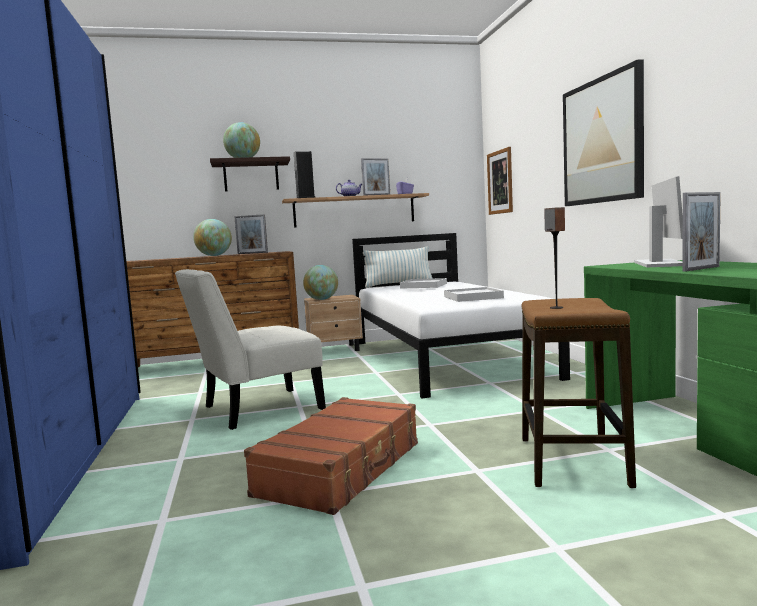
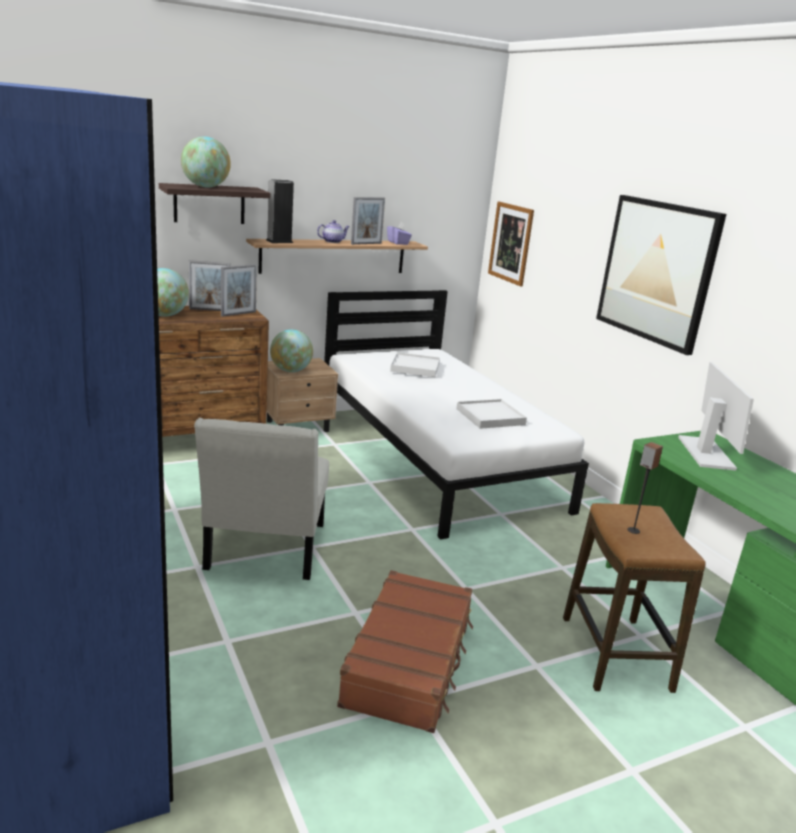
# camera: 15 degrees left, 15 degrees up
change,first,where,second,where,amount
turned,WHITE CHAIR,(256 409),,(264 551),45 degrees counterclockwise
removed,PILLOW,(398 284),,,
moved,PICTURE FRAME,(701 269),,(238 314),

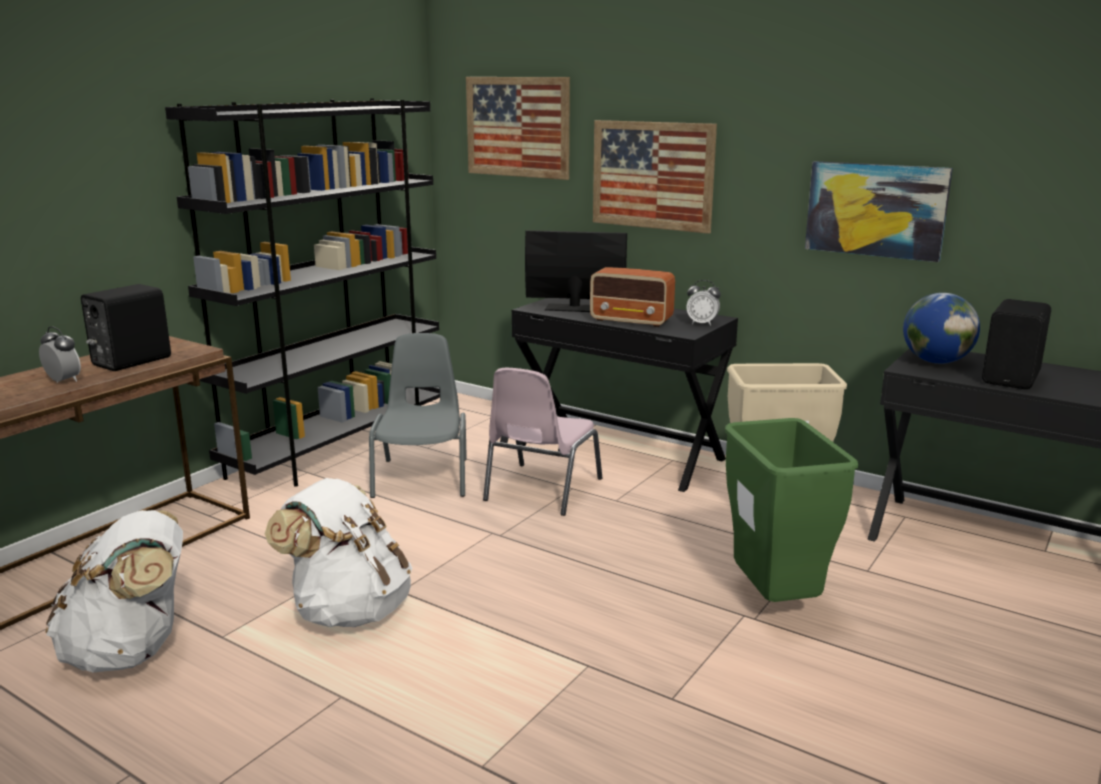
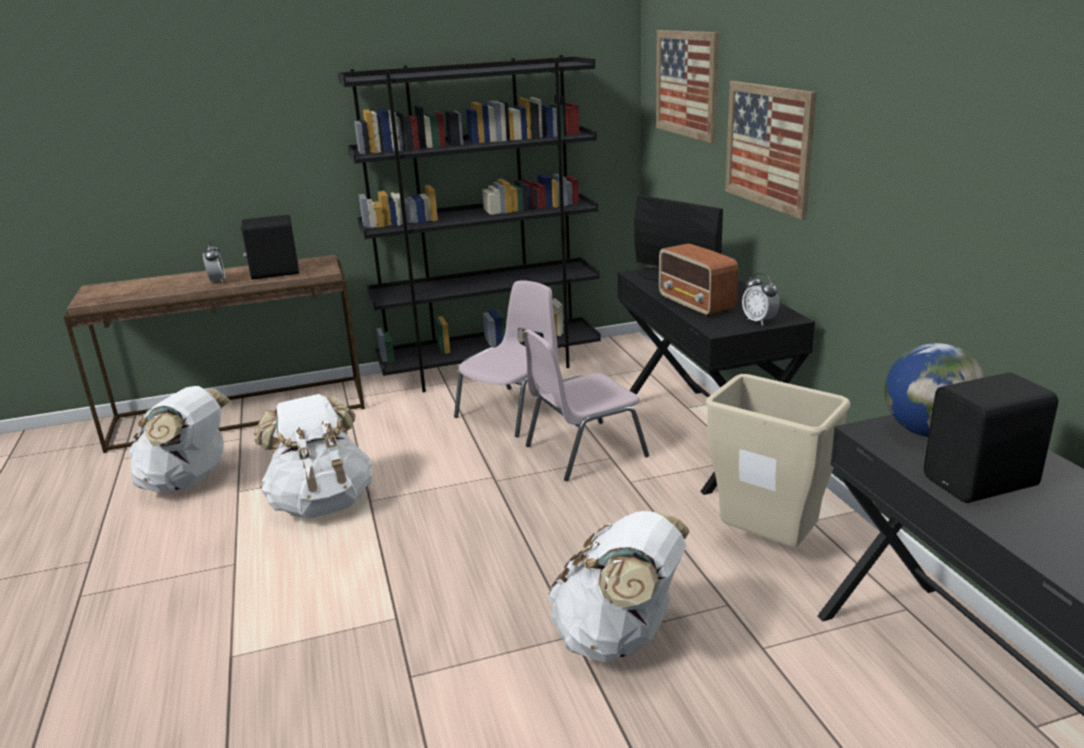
# camera: 40 degrees right, 5 degrees up
change,first,where,second,where,amount
recoloured,GREY CHAIR,(423 477),PINK CHAIR,(513 410),
replaced,GREEN TRASH CAN,(775 603),WHITE BACKPACK,(618 637),
removed,PICTURE,(876 210),,,

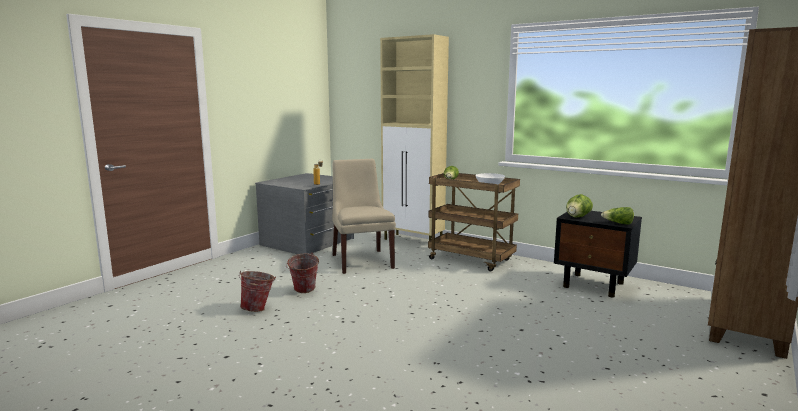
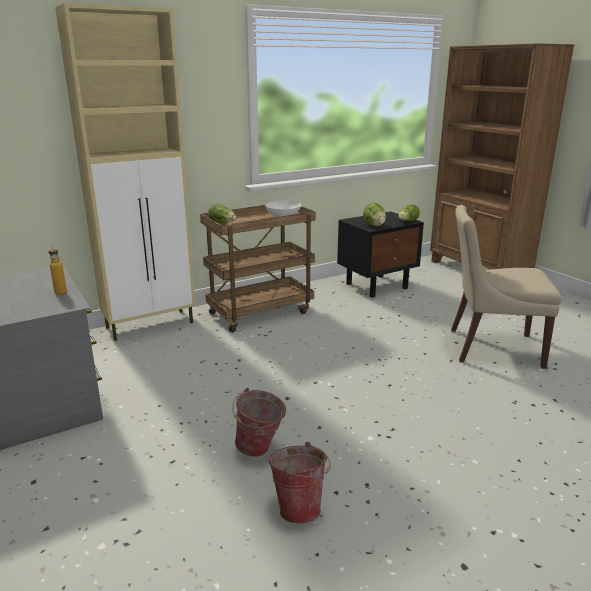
# camera: 65 degrees left, 10 degrees up
change,first,where,second,where,amount
moved,BEIGE CHAIR,(361 260),,(491 347),

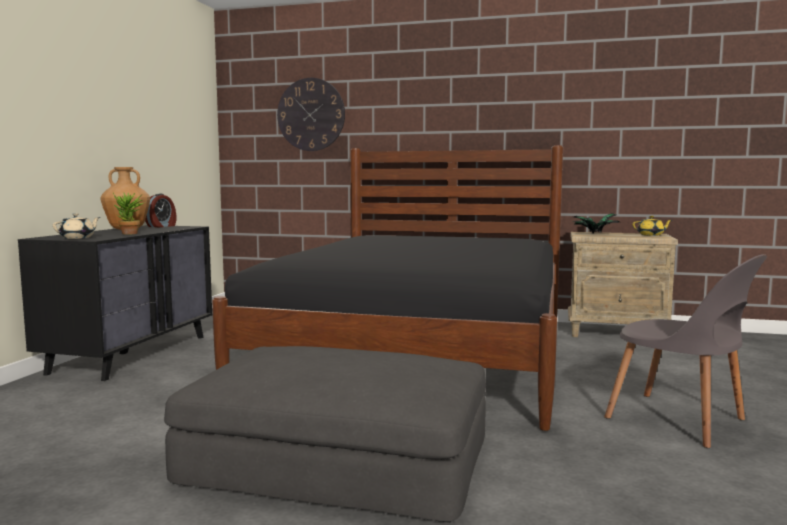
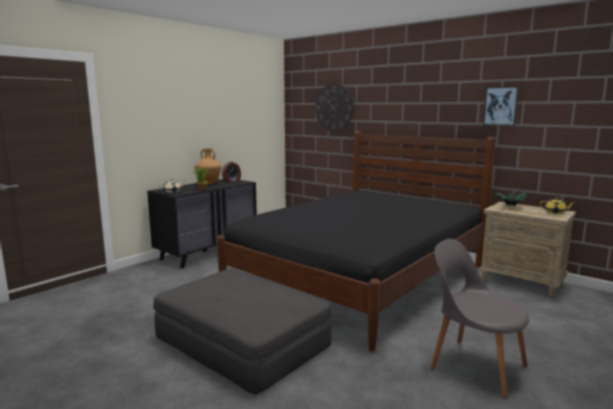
# camera: 25 degrees right, 5 degrees up
change,first,where,second,where,amount
turned,GREY CHAIR,(680 421),,(474 365),150 degrees clockwise
added,,,PICTURE,(501 106),

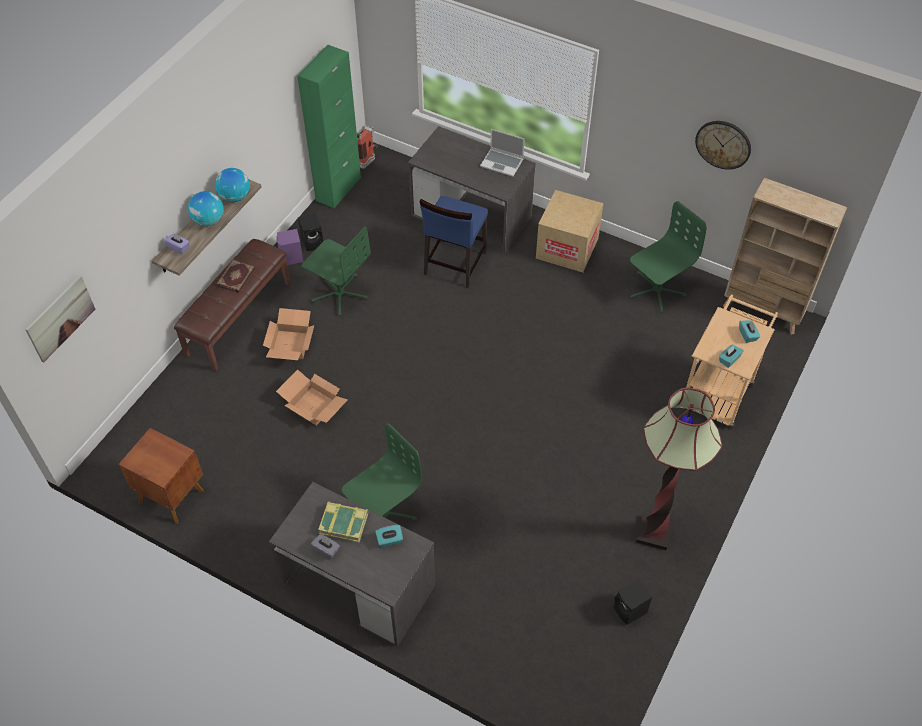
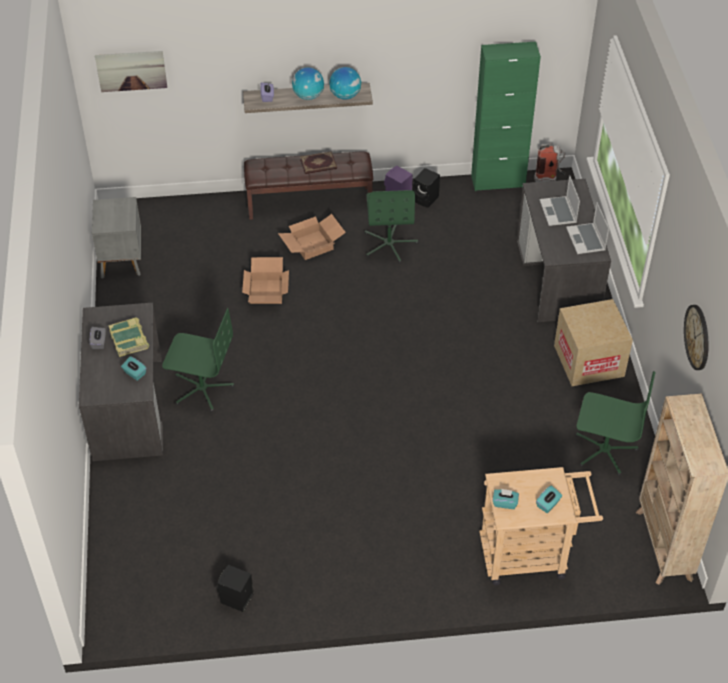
# camera: 55 degrees right, 5 degrees down
change,first,where,second,where,amount
recoloured,BROWN NIGHTSTAND,(171 495),GREY NIGHTSTAND,(122 261),
removed,BLUE CHAIR,(454 264),,,
removed,FLOOR LAMP,(654 533),,,
added,,,LAPTOP,(558 212),

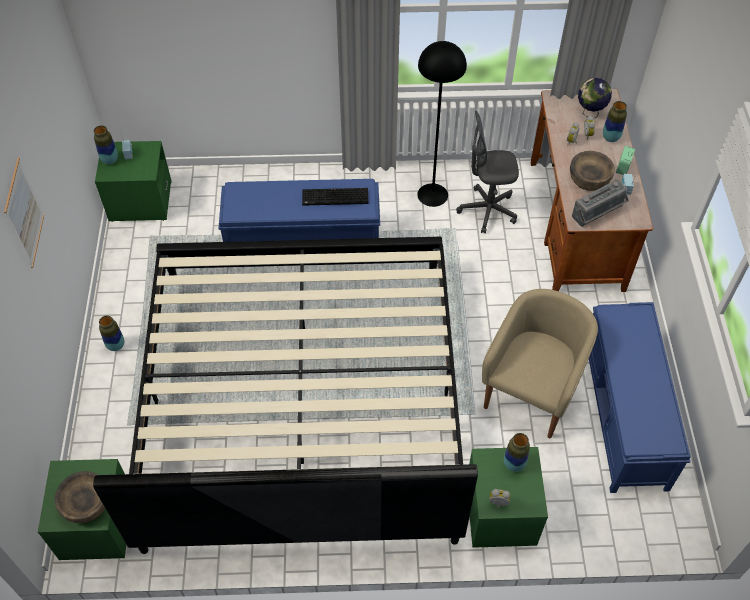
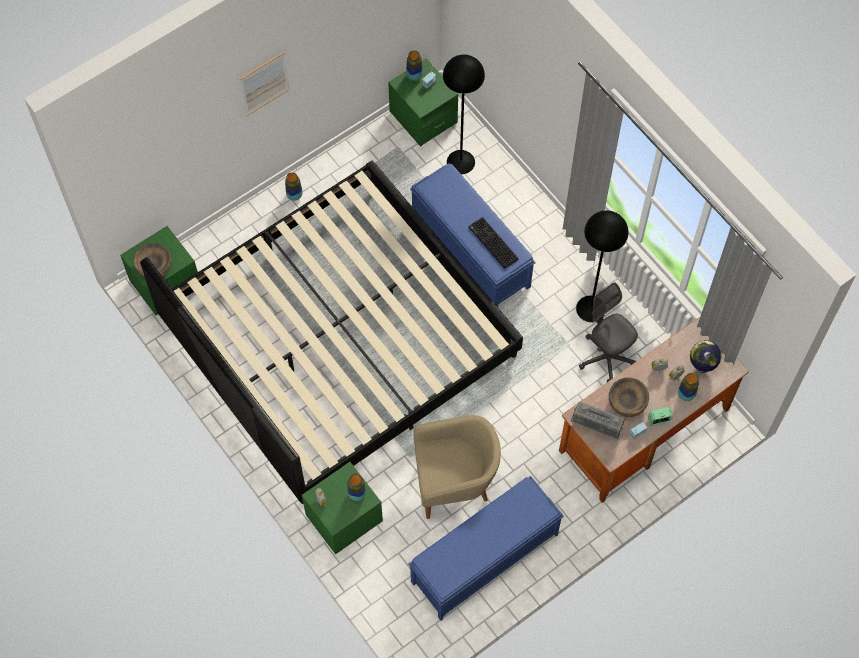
# camera: 55 degrees right, 10 degrees up
change,first,where,second,where,amount
added,,,BLACK FLOOR LAMP,(461 161),

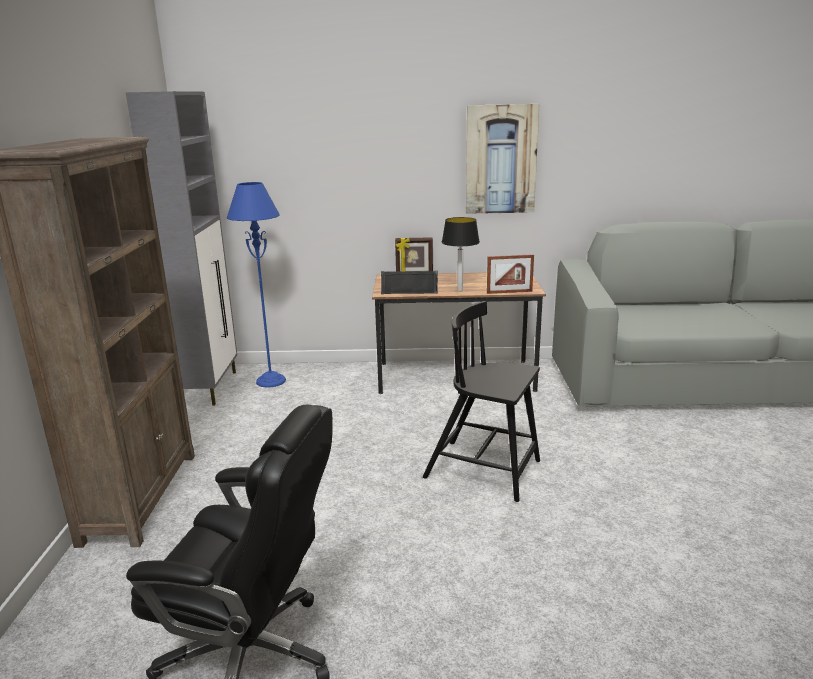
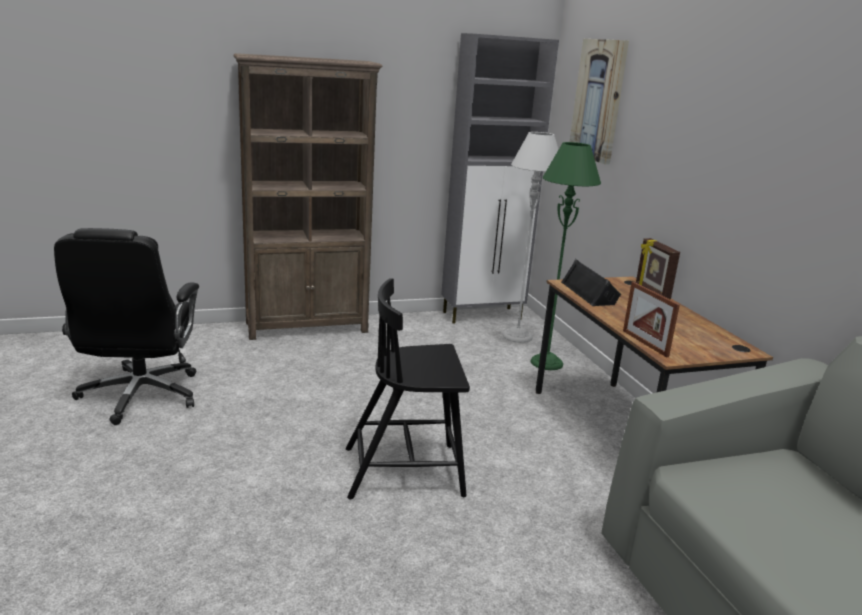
# camera: 70 degrees right, 0 degrees up
change,first,where,second,where,amount
recoloured,BLUE FLOOR LAMP,(271 381),GREY FLOOR LAMP,(517 336),
turned,BLACK CHAIR,(484 470),,(406 471),105 degrees counterclockwise
removed,TABLE LAMP,(459 290),,,
moved,PICTURE,(501 159),,(598 100),
added,,,GREEN FLOOR LAMP,(546 363),

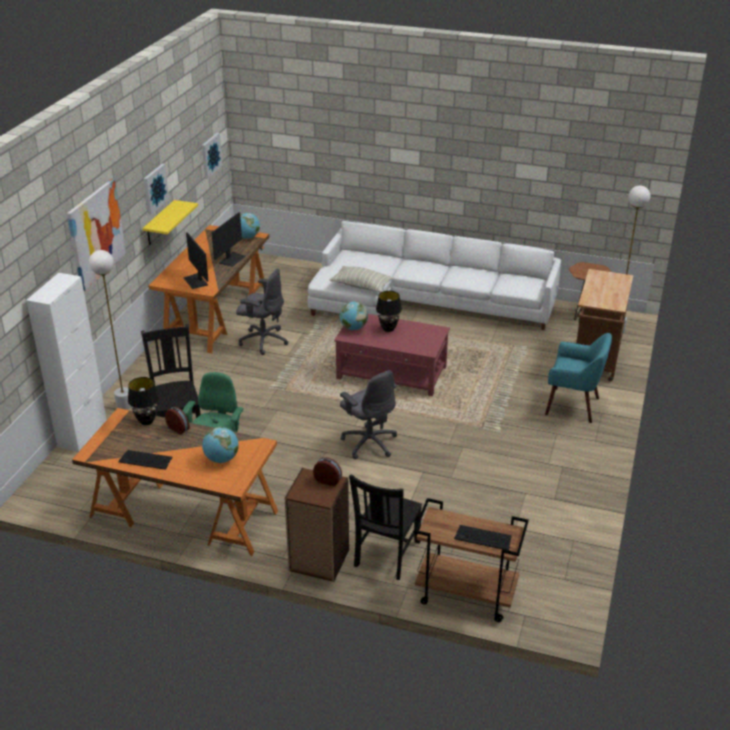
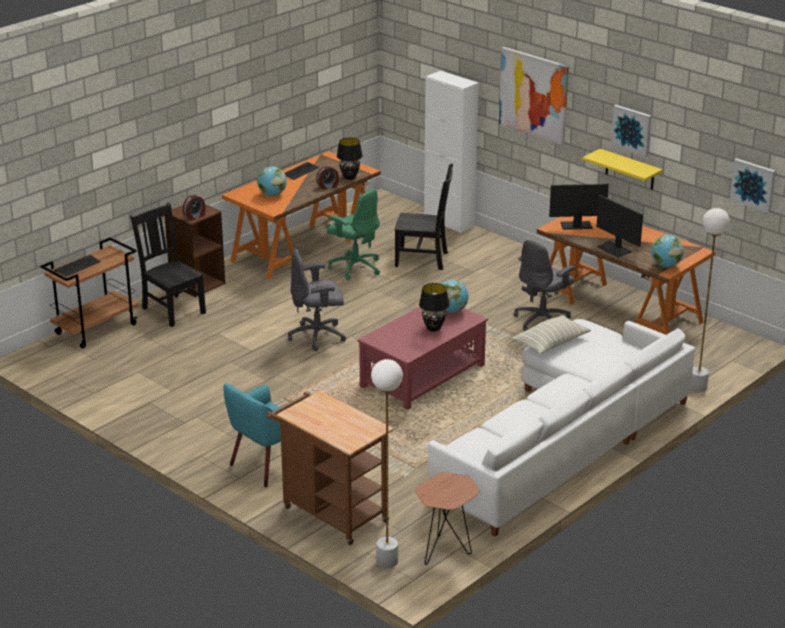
# camera: 115 degrees right, 5 degrees down
change,first,where,second,where,amount
moved,WHITE FLOOR LAMP,(124 405),,(697 387),

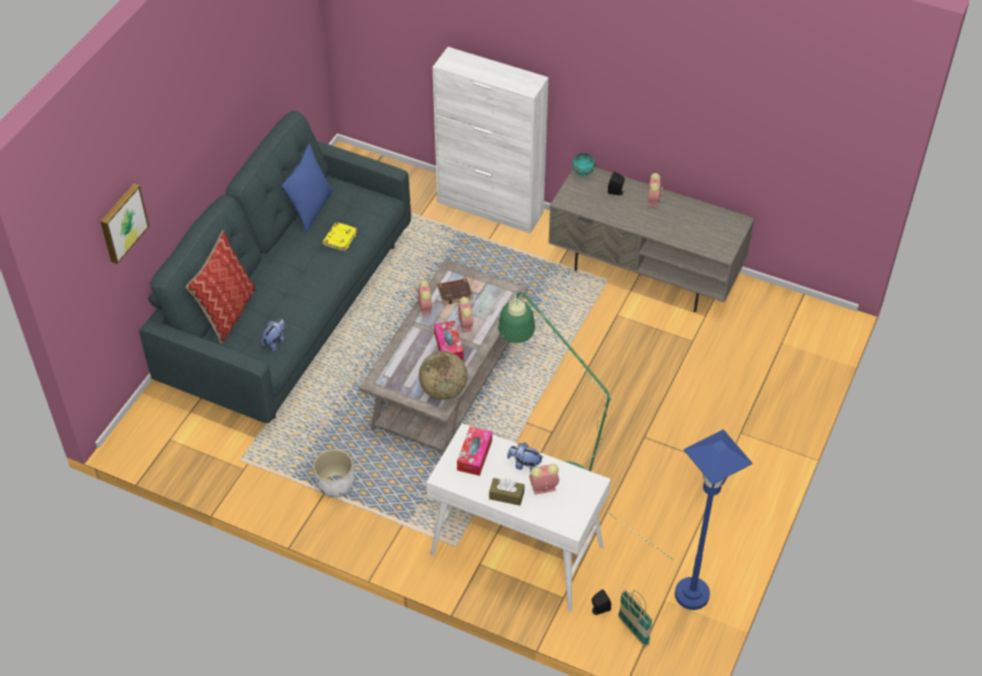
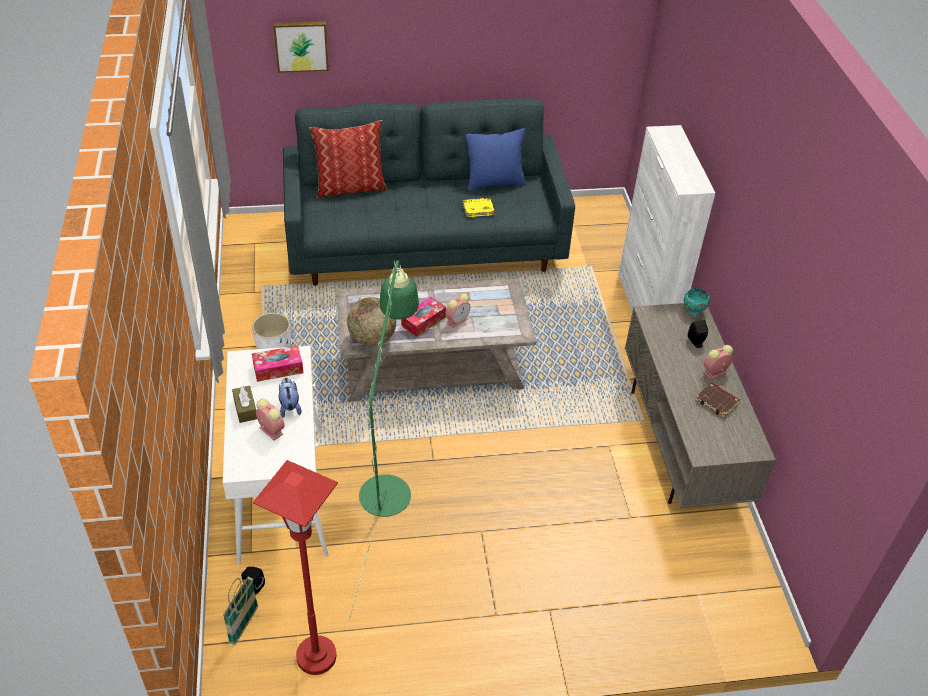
# camera: 55 degrees right, 5 degrees down
change,first,where,second,where,amount
removed,PLUSH TOY,(275 342),,,
removed,ALARM CLOCK,(425 306),,,
moved,BROWN BOOK,(455 293),,(717 402),
recoloured,BLUE FLOOR LAMP,(691 594),RED FLOOR LAMP,(316 656),

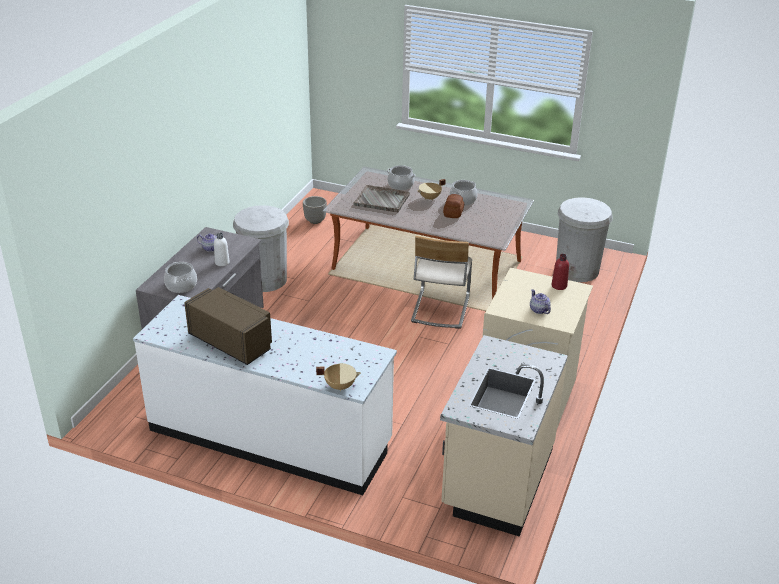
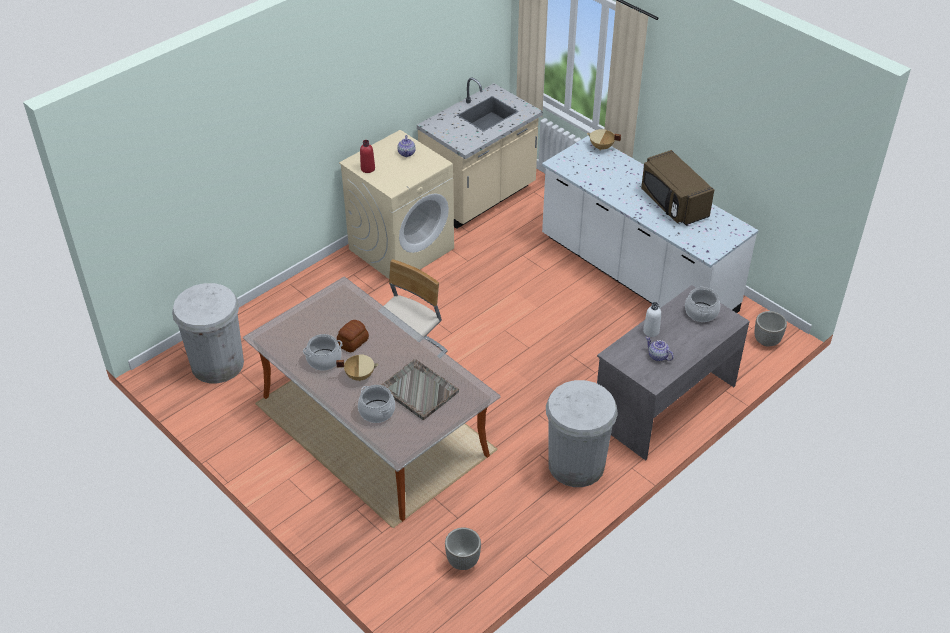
# camera: 155 degrees left, 10 degrees up
change,first,where,second,where,amount
added,,,PLANTER,(766 341),

